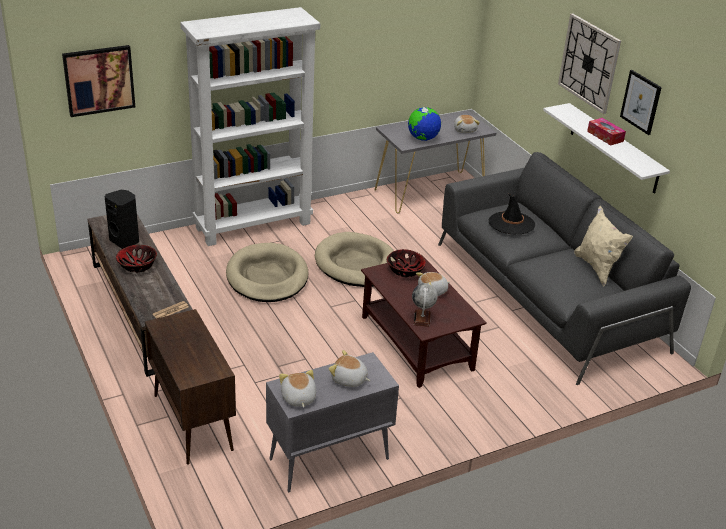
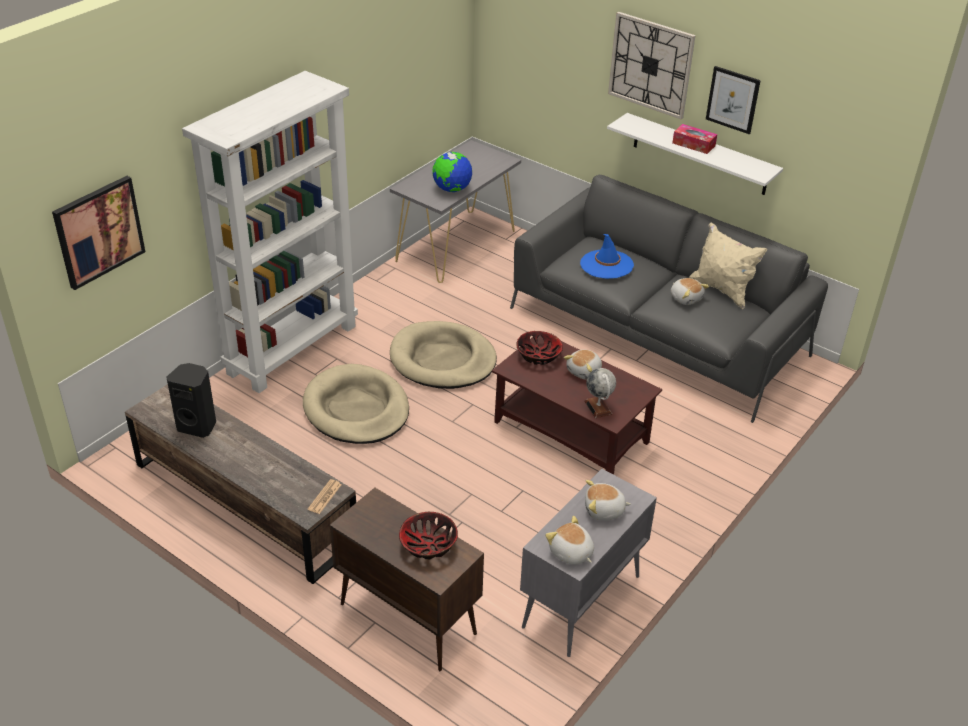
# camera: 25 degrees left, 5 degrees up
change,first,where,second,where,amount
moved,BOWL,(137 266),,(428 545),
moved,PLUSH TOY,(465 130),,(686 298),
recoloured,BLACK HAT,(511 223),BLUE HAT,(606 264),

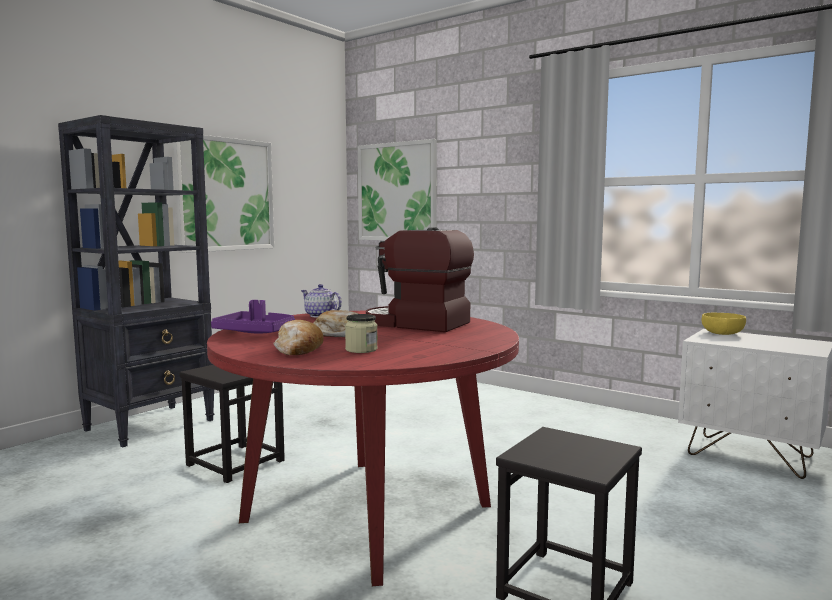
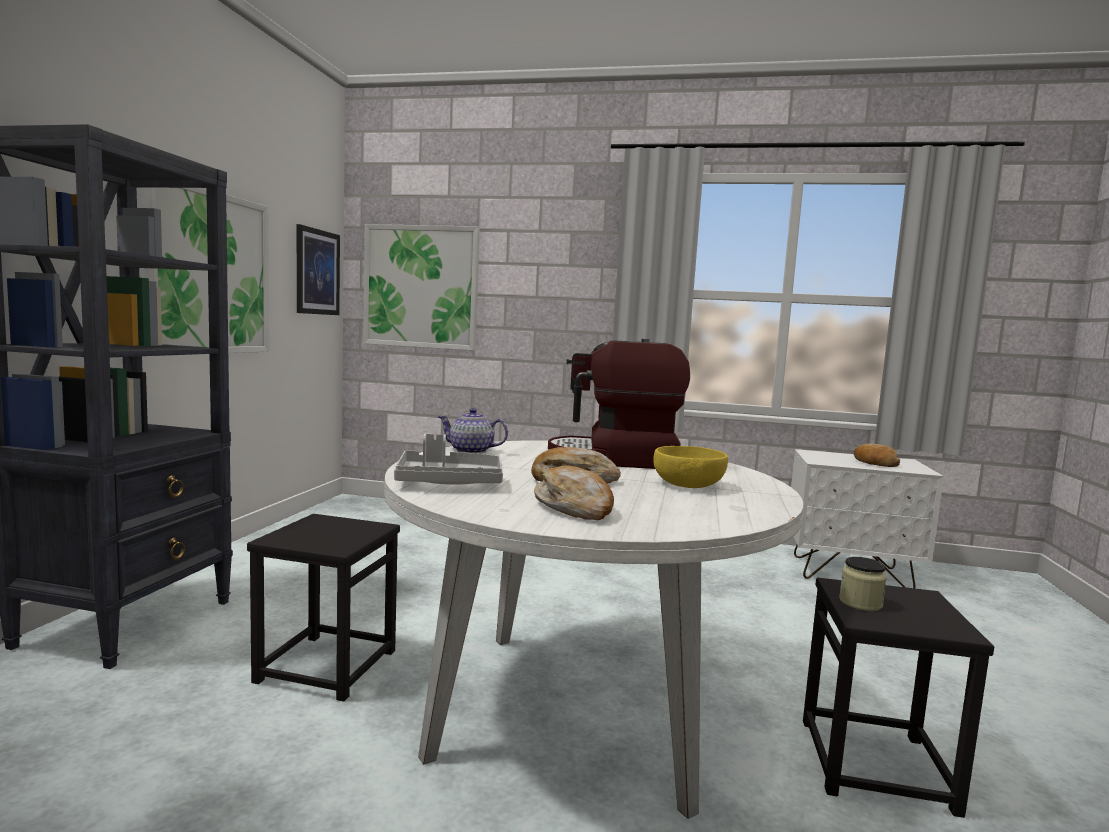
# camera: 25 degrees left, 0 degrees up
change,first,where,second,where,amount
recoloured,RED DINING TABLE,(367 512),WHITE DINING TABLE,(576 709),
recoloured,PURPLE TRAY,(256 332),GREY TRAY,(449 482),
moved,JAR,(361 349),,(860 603),
moved,YELLOW BOWL,(723 333),,(689 484),
added,,,PICTURE,(317 272),
added,,,BREAD,(874 463),

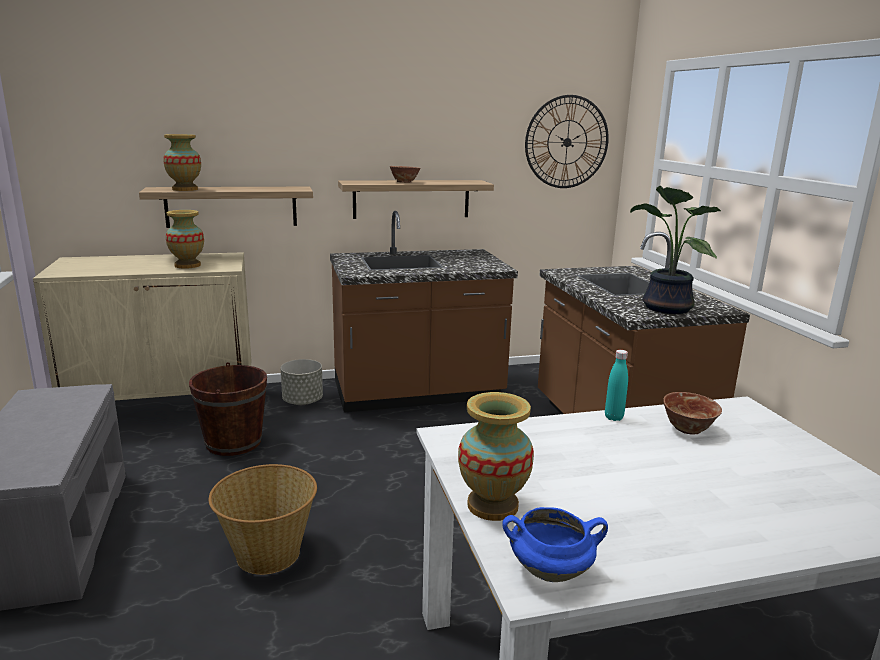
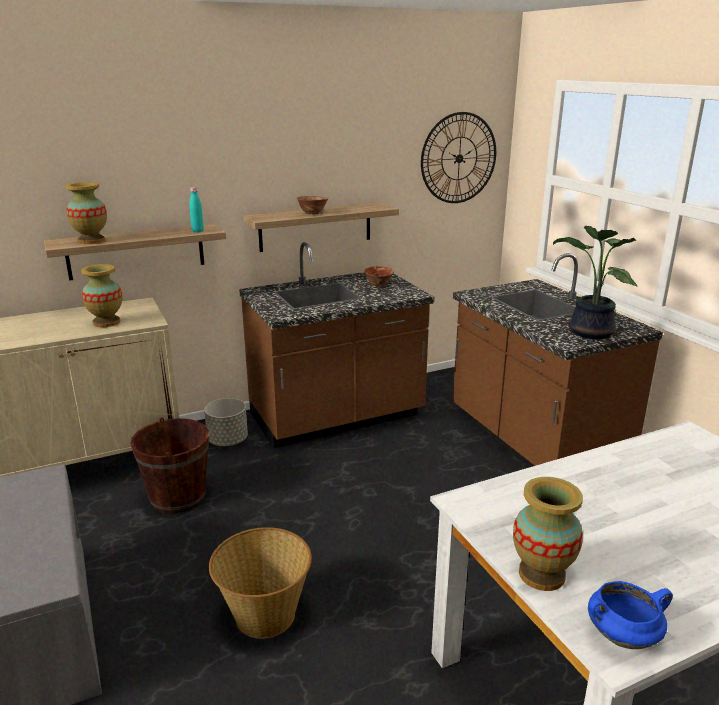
# camera: 10 degrees left, 5 degrees up
change,first,where,second,where,amount
moved,TURQUOISE BOTTLE,(613 417),,(197 231),
moved,BOWL,(688 429),,(379 285),

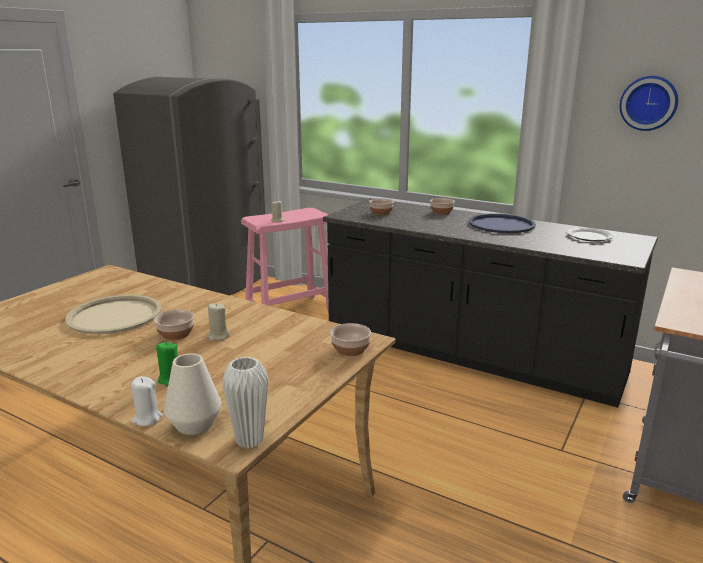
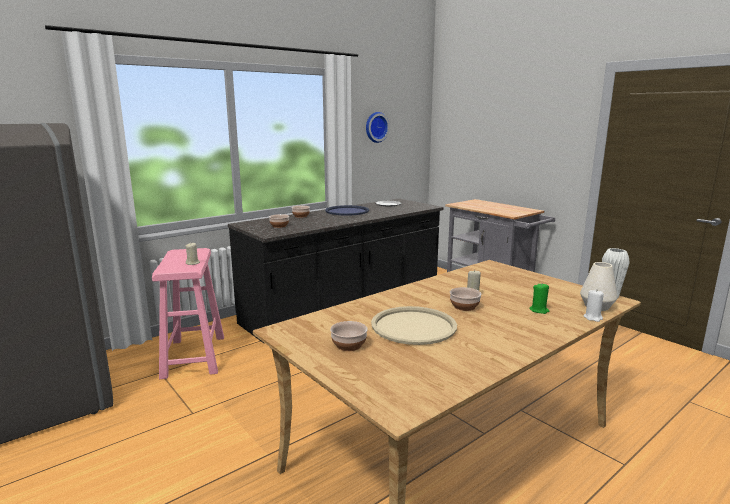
# camera: 70 degrees left, 5 degrees down
change,first,where,second,where,amount
moved,BOWL,(351 350),,(349 345),

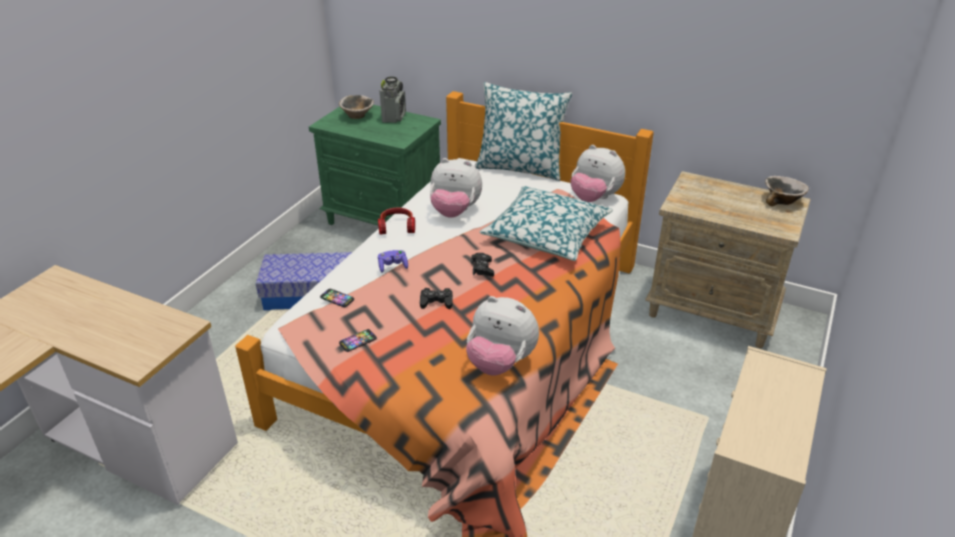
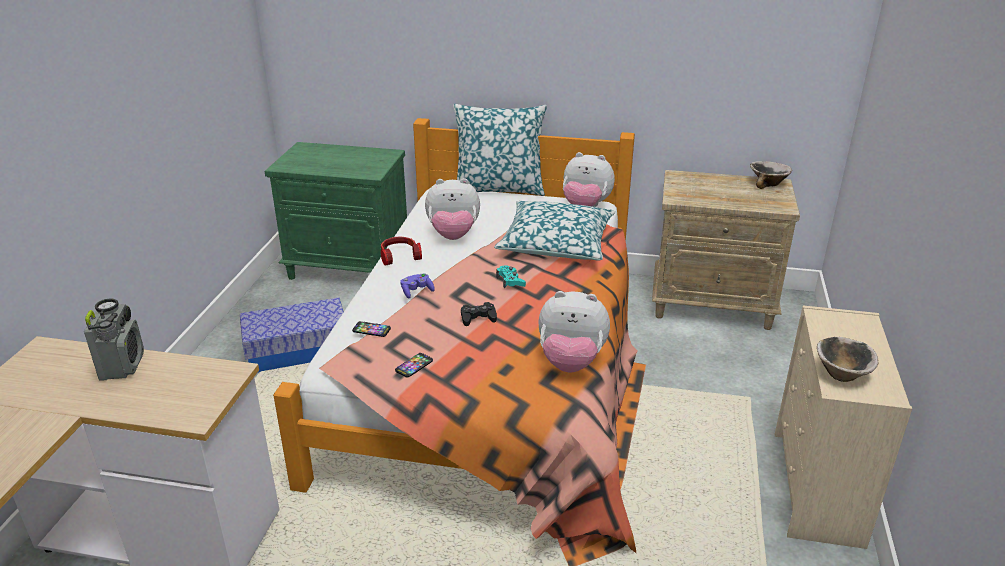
# camera: 15 degrees left, 5 degrees down
change,first,where,second,where,amount
moved,BOWL,(357 116),,(842 374),
moved,RADIO,(394 117),,(122 365),
recoloured,BLACK GAME CONTROLLER,(482 268),TURQUOISE GAME CONTROLLER,(510 281),

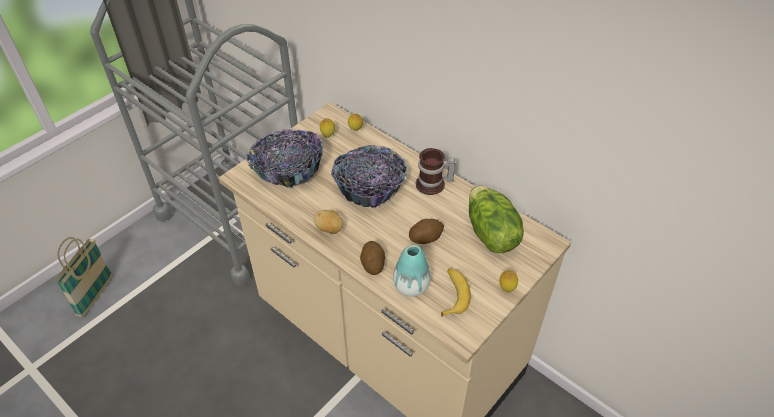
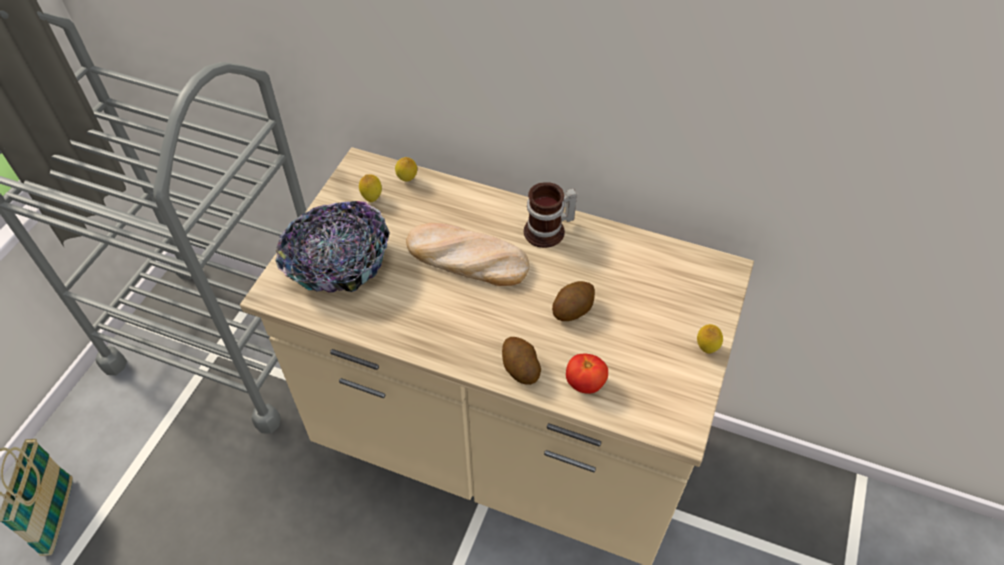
# camera: 20 degrees left, 5 degrees up
change,first,where,second,where,amount
removed,POTATO,(329 229),,,
replaced,BOWL,(370 187),BREAD,(466 259),
replaced,VASE,(411 286),TOMATO,(585 383),
removed,BANANA,(453 294),,,
removed,LETTUCE,(490 234),,,

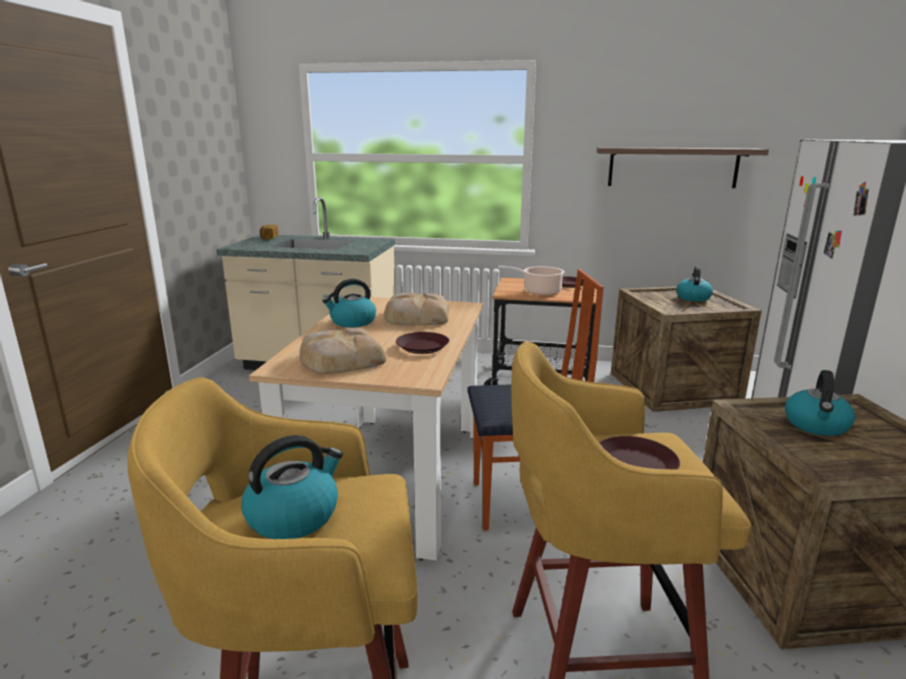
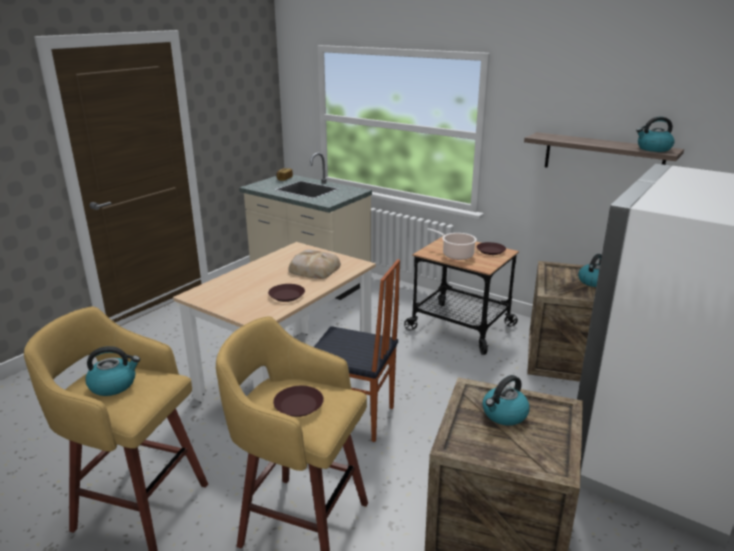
# camera: 25 degrees right, 5 degrees up
change,first,where,second,where,amount
removed,BREAD,(340 359),,,
moved,KETTLE,(352 322),,(653 149),

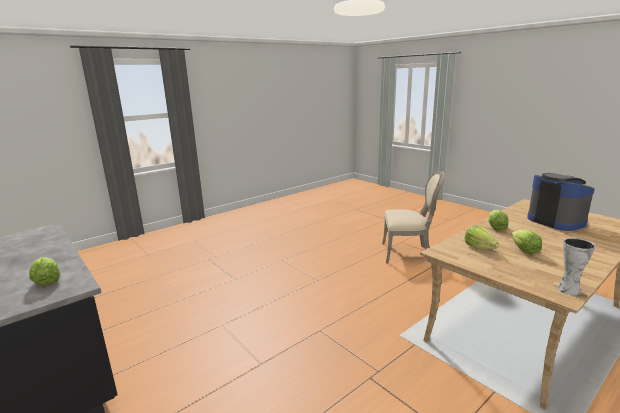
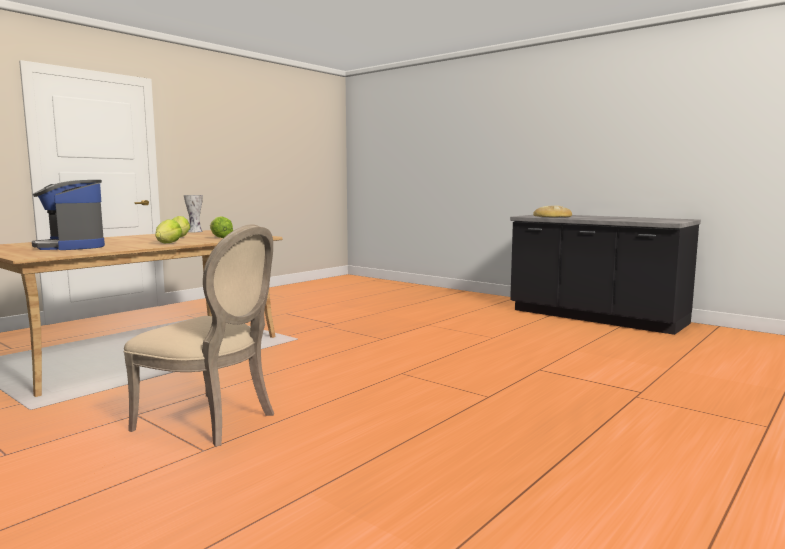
# camera: 170 degrees right, 10 degrees down
change,first,where,second,where,amount
replaced,LETTUCE,(47 281),BREAD,(551 216),
turned,BEIGE CHAIR,(408 253),,(212 421),150 degrees counterclockwise

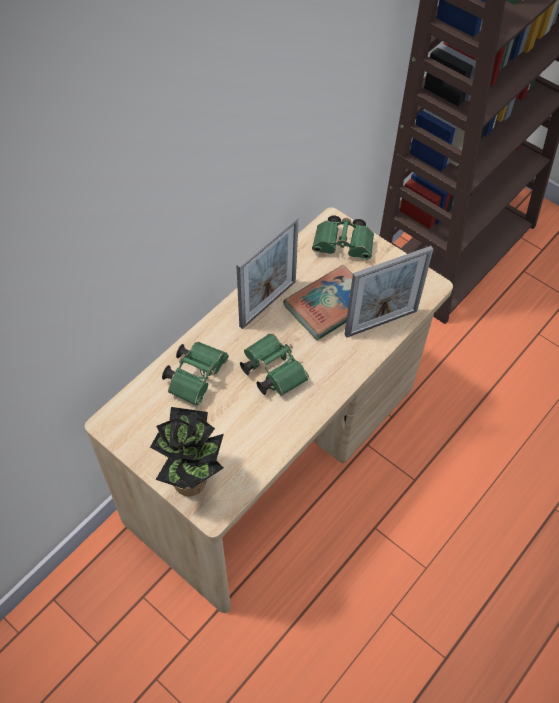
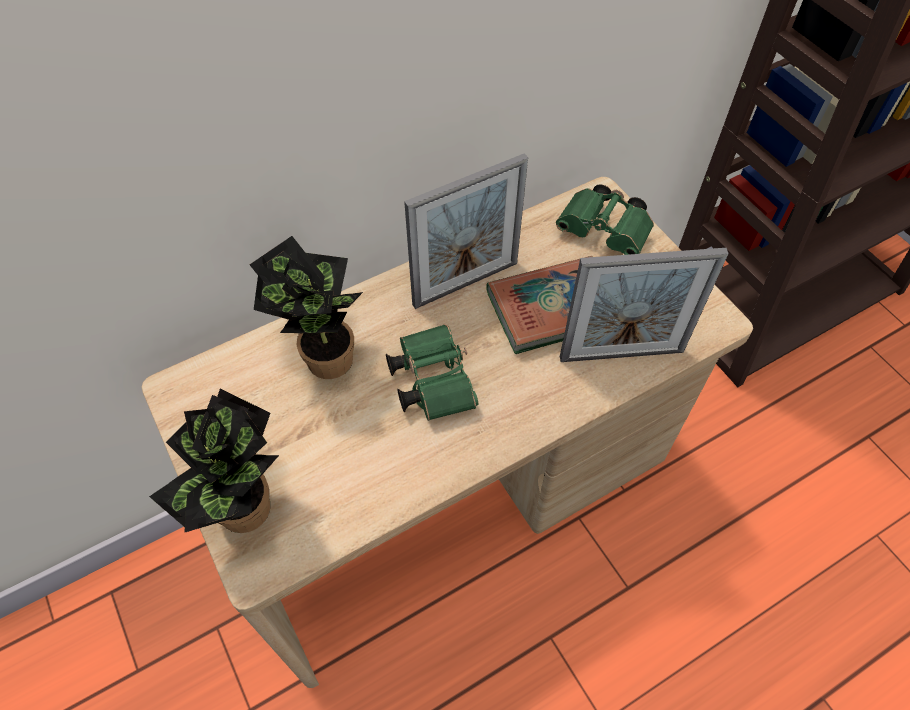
# camera: 20 degrees right, 0 degrees up
change,first,where,second,where,amount
replaced,GREEN BINOCULARS,(196 376),POTTED PLANT,(323 357),

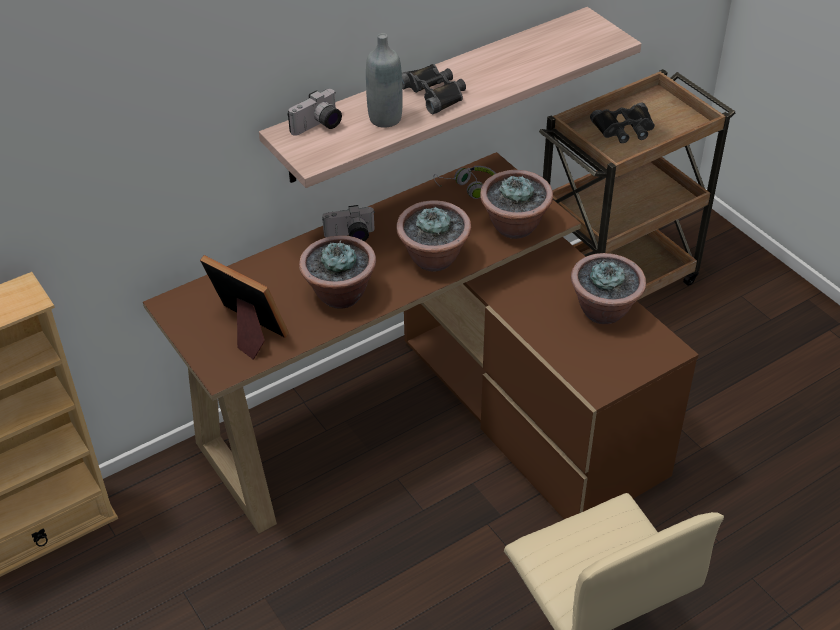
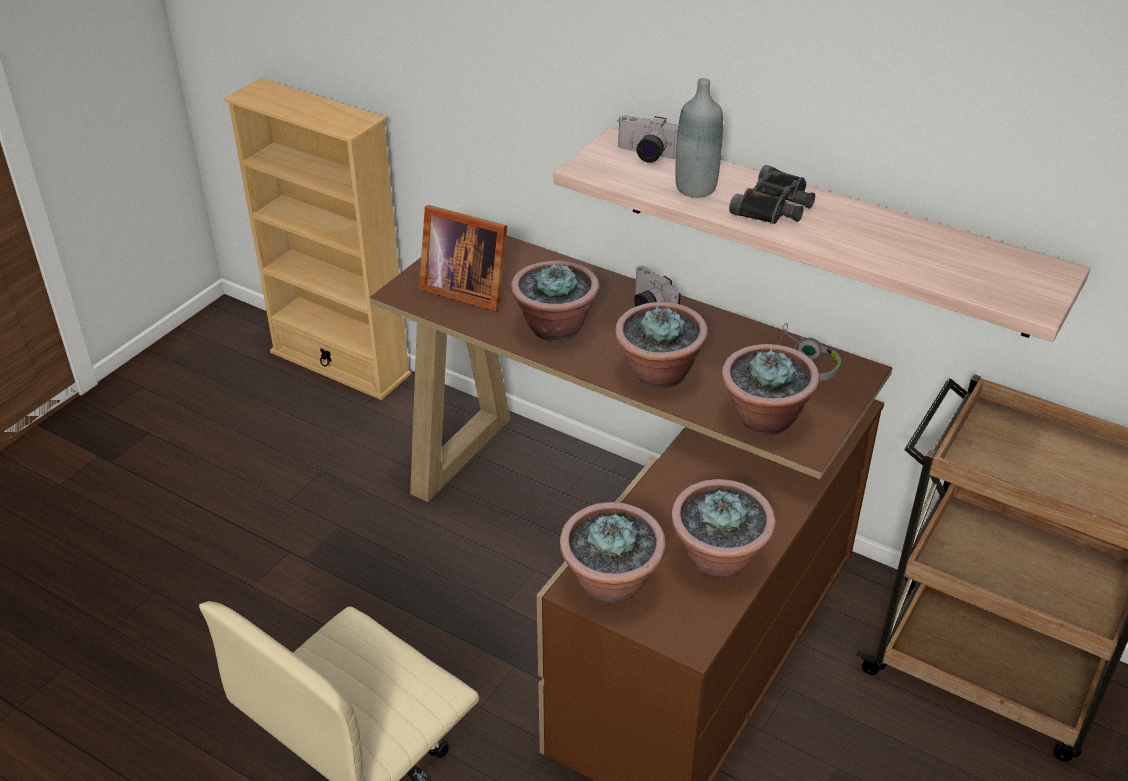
# camera: 65 degrees right, 5 degrees down
change,first,where,second,where,amount
turned,PICTURE FRAME,(247 331),,(464 289),105 degrees clockwise
removed,BLACK BINOCULARS,(624 129),,,
added,,,POTTED PLANT,(611 584),

